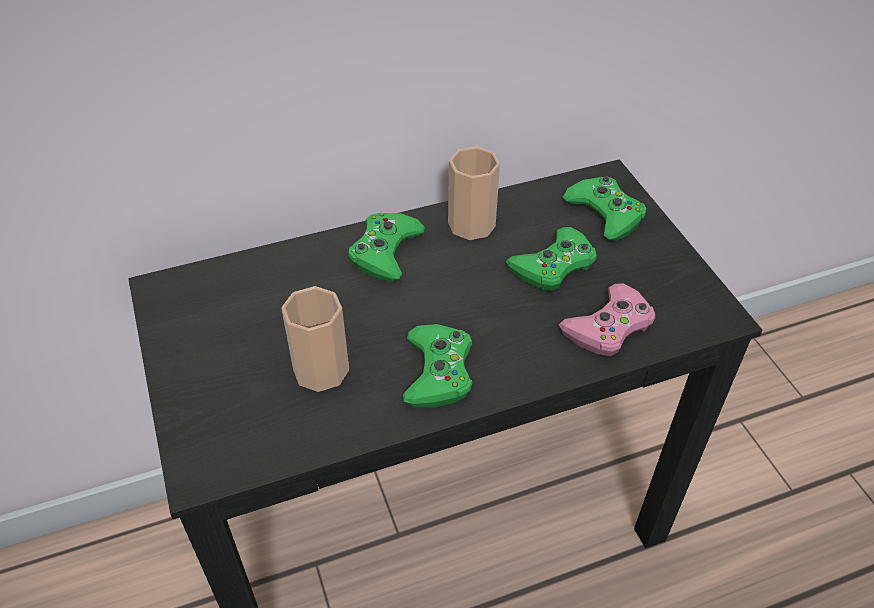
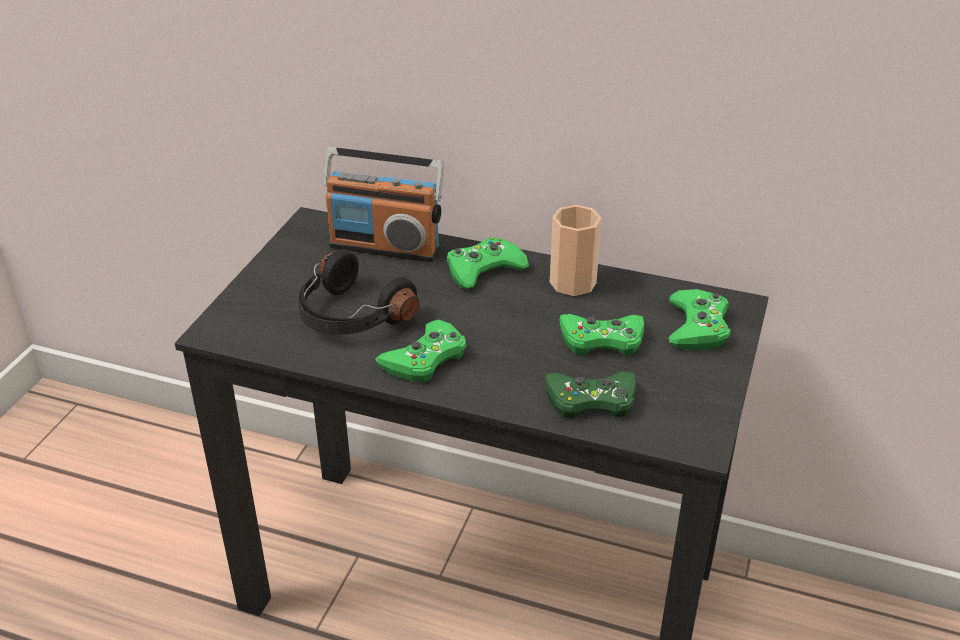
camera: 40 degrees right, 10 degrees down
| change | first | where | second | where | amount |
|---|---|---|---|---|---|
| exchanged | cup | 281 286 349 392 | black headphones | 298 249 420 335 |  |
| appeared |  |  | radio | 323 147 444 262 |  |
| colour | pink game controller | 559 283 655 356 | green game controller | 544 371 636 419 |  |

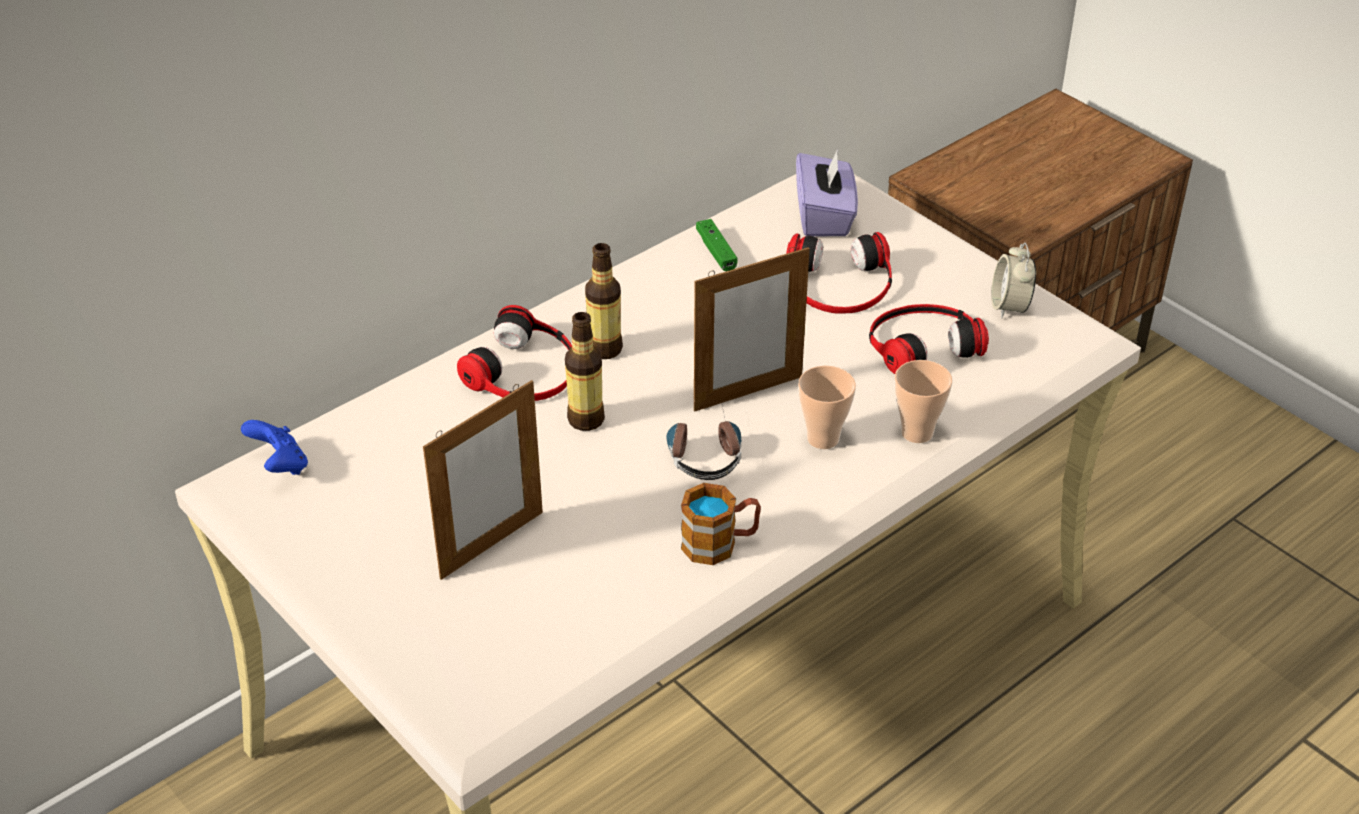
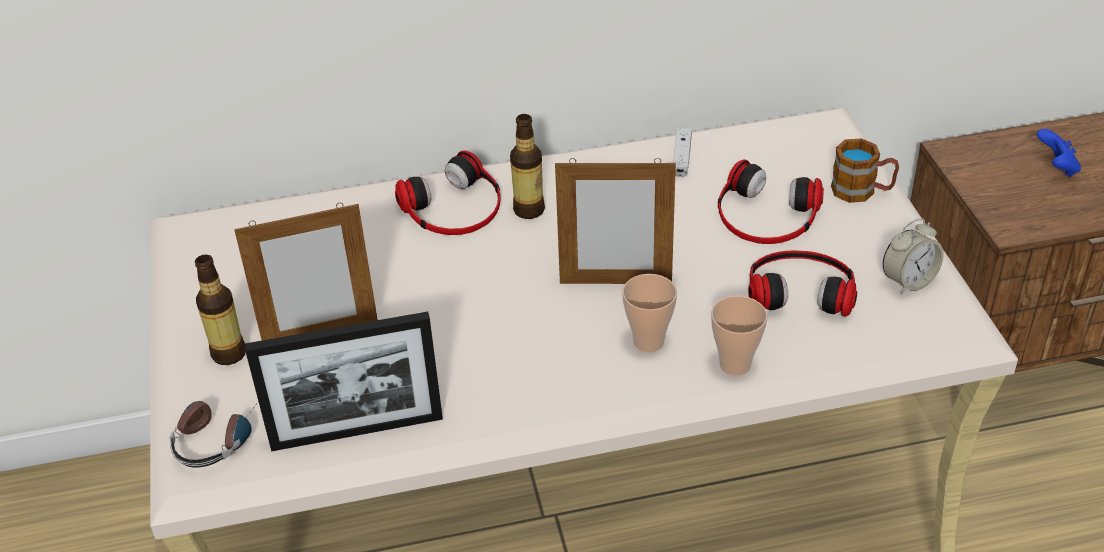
camera: 30 degrees right, 0 degrees up
| change | first | where | second | where | amount |
|---|---|---|---|---|---|
| relocated | headphones | 667 406 741 480 |  | 170 401 258 468 |  |
| relocated | bottle | 565 312 605 431 |  | 195 255 246 365 |  |
| appeared |  |  | picture frame | 245 312 443 451 |  |
| colour | green game controller | 696 219 738 271 | white game controller | 673 128 692 177 |  |
| relocated | mug | 681 483 761 565 |  | 831 138 899 203 |  |
| spun | alarm clock | 991 243 1036 319 |  | 882 218 944 295 | 150 degrees counterclockwise |
| relocated | blue game controller | 241 420 308 475 |  | 1037 129 1081 177 |  |
| missing | purple tissue box | 796 149 858 236 |  |  |  |

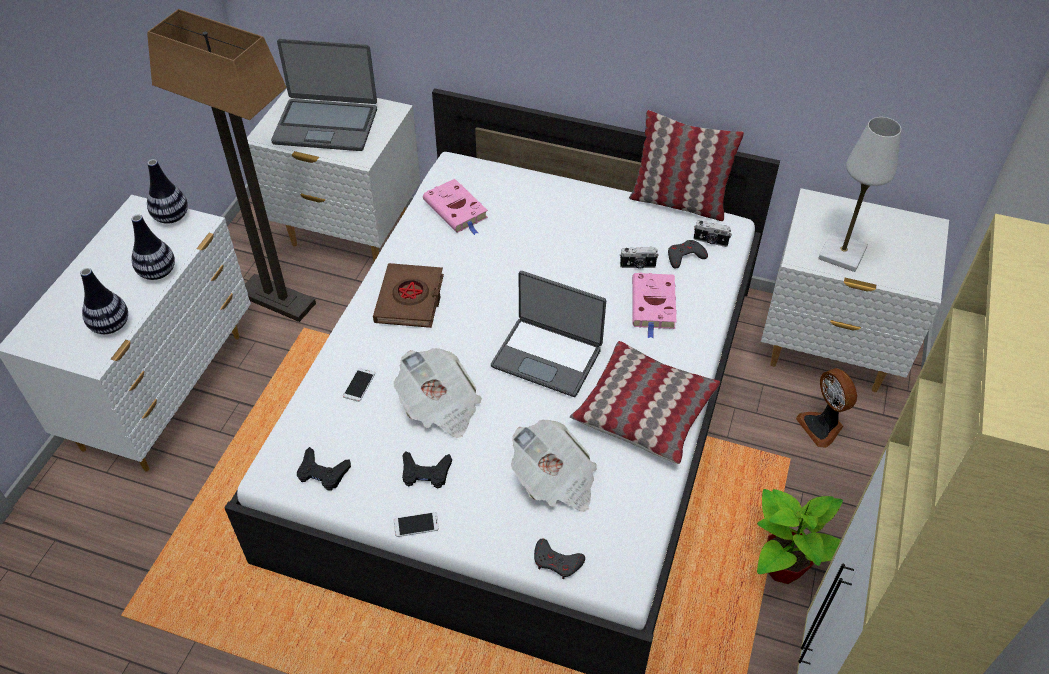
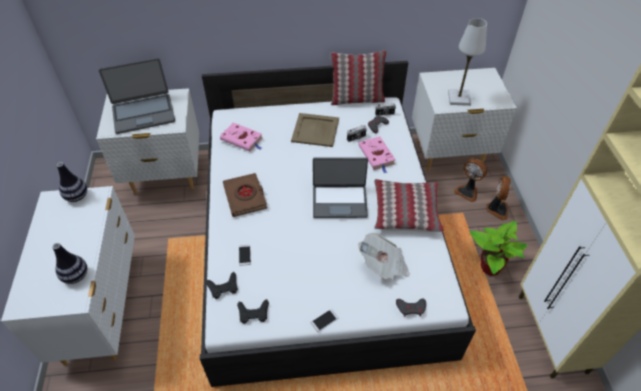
camera: 25 degrees left, 0 degrees up
| change | first | where | second | where | amount |
|---|---|---|---|---|---|
| relocated | black game controller | 402 451 452 488 |  | 206 272 238 299 |  |
| appeared |  |  | beige tray | 291 113 339 147 |  |
| appeared |  |  | fan | 486 176 510 220 |  |
| missing | vase | 131 214 175 280 |  |  |  |
| missing | floor lamp | 147 9 316 322 |  |  |  |
| missing | newspaper | 394 348 482 438 |  |  |  |

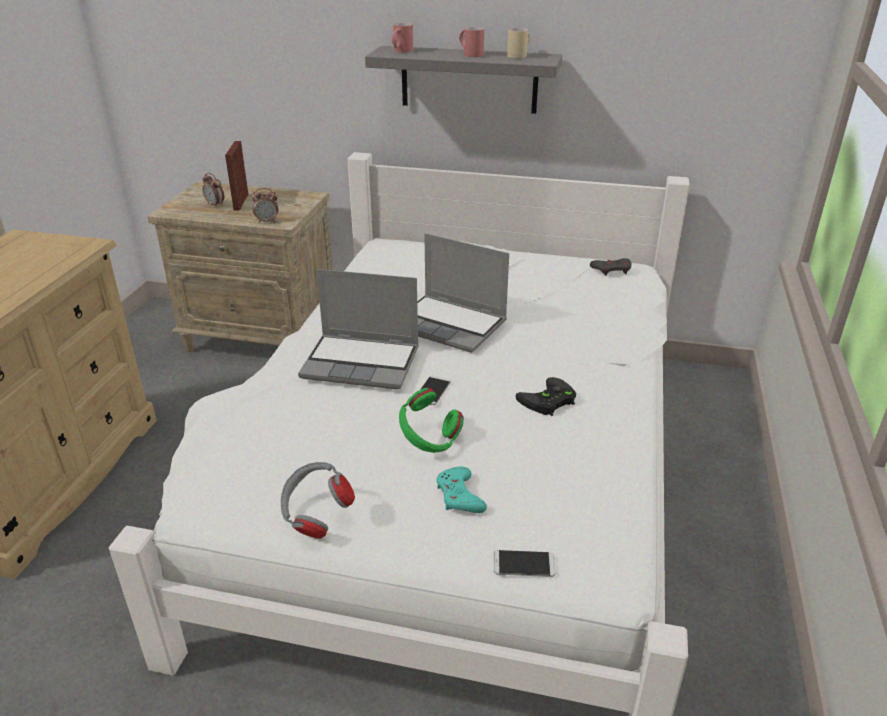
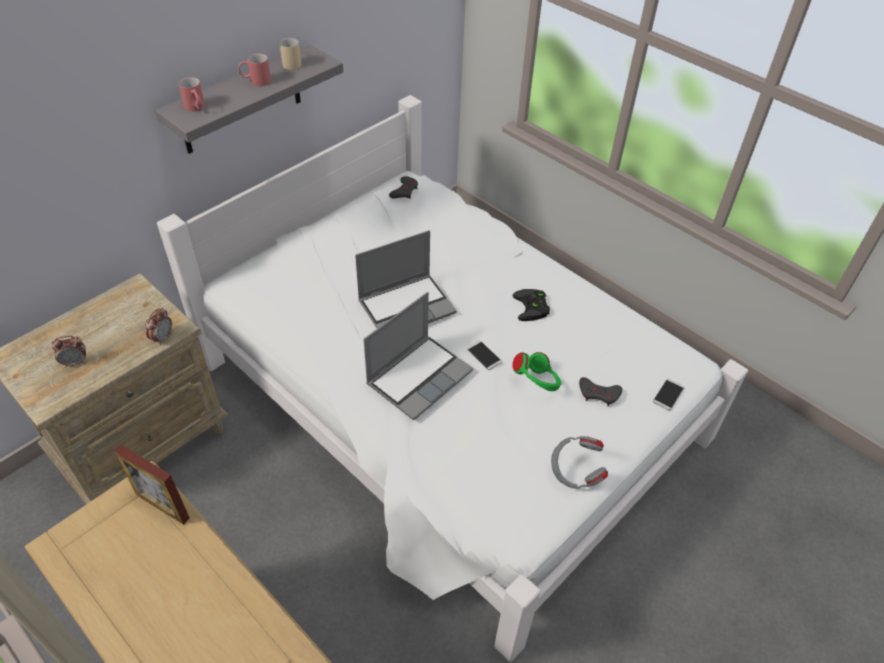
camera: 60 degrees left, 15 degrees up
| change | first | where | second | where | amount |
|---|---|---|---|---|---|
| relocated | picture frame | 225 141 248 210 |  | 114 445 190 525 |  |
| colour | turquoise game controller | 436 466 487 513 | grey game controller | 579 377 622 406 |  |

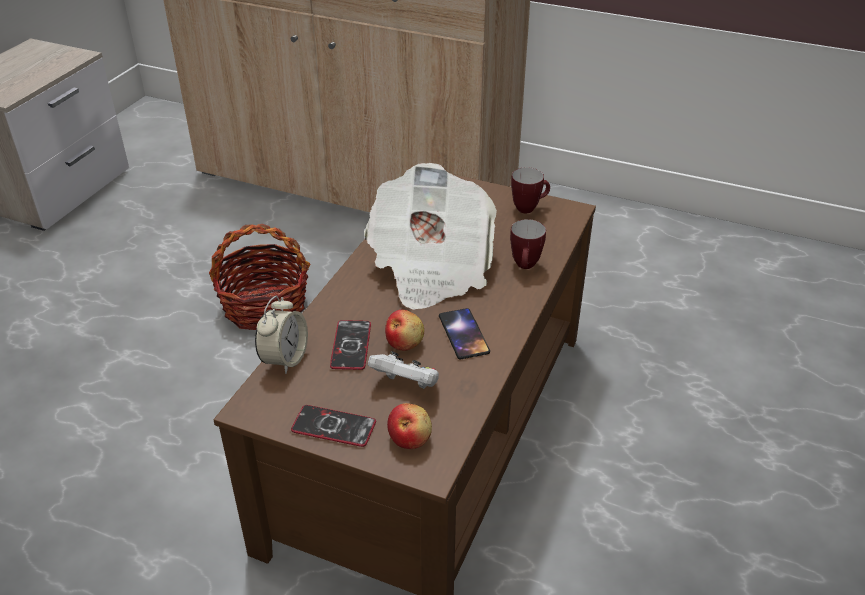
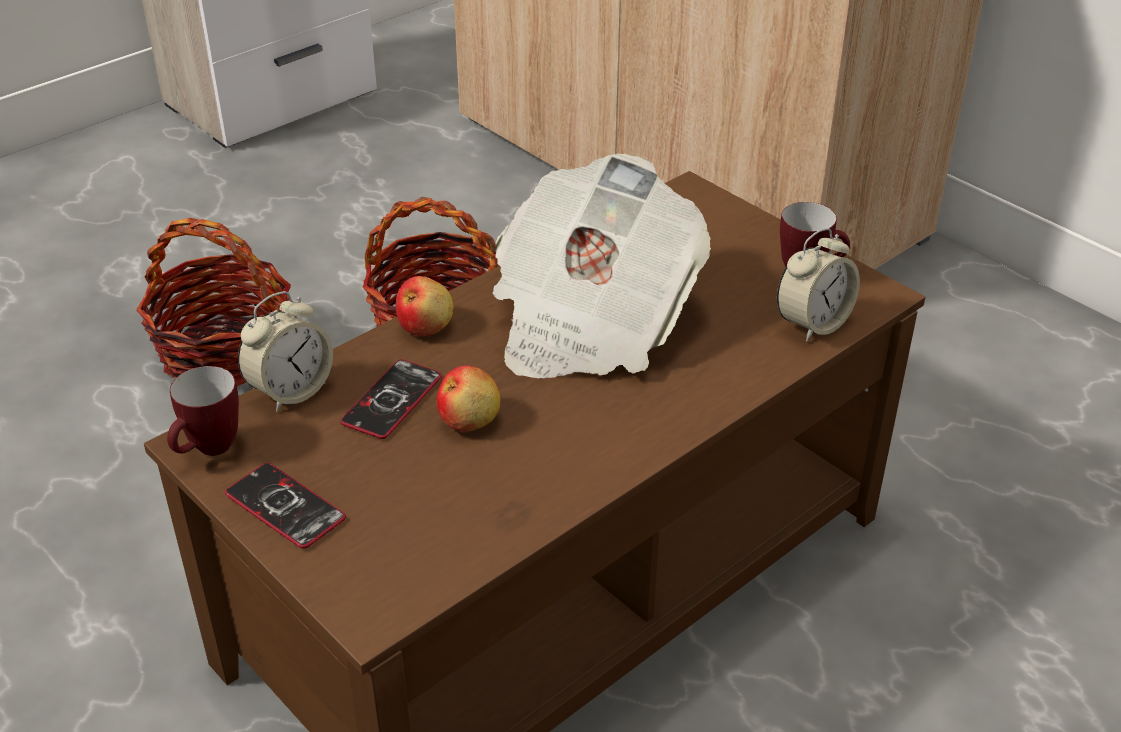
camera: 25 degrees right, 0 degrees up
| change | first | where | second | where | amount |
|---|---|---|---|---|---|
| appeared |  |  | basket | 136 218 291 386 |  |
| relocated | mug | 510 219 546 269 |  | 167 366 239 456 |  |
| relocated | apple | 387 403 432 449 |  | 396 276 454 336 |  |
| appeared |  |  | alarm clock | 777 228 860 342 |  |
| missing | white game controller | 368 351 439 389 |  |  |  |
| missing | phone | 439 308 490 360 |  |  |  |

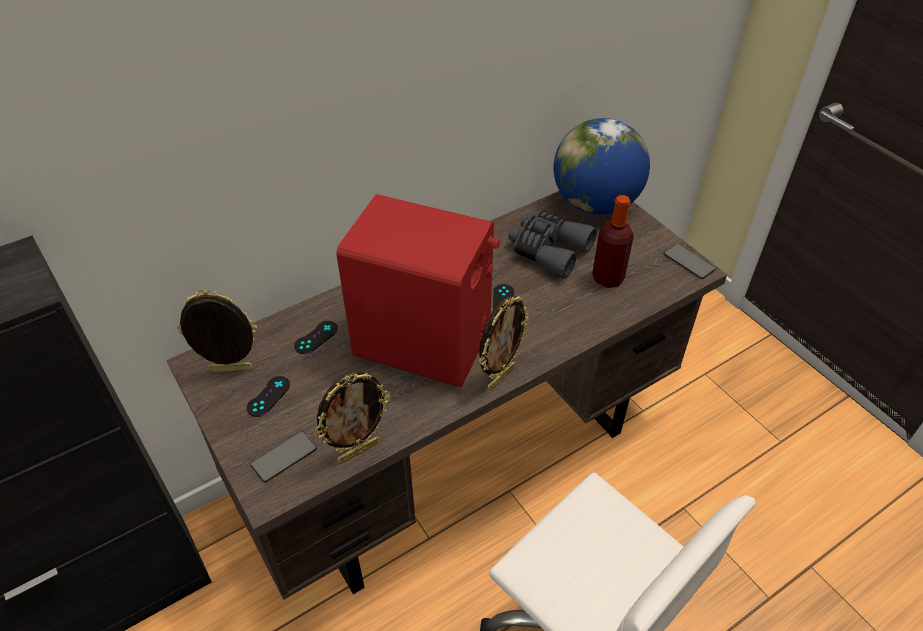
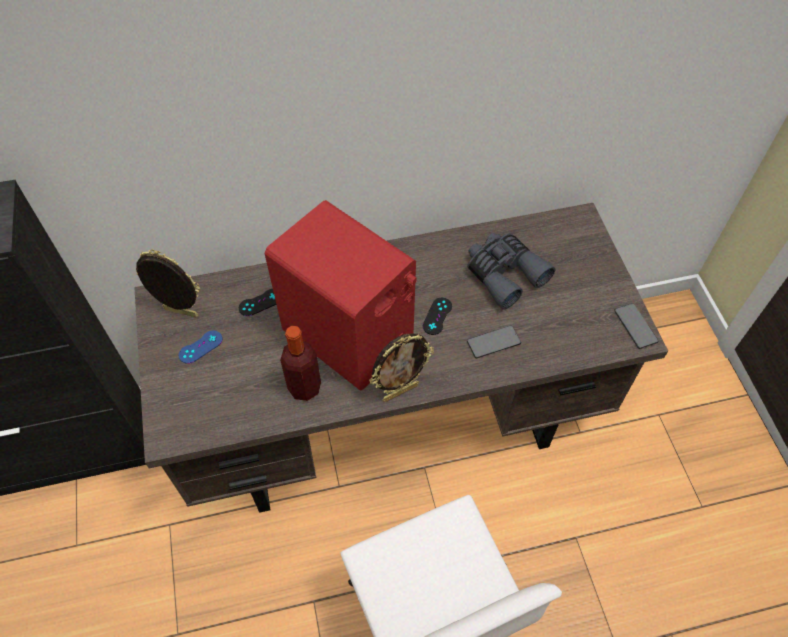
camera: 20 degrees right, 10 degrees up
| change | first | where | second | where | amount |
|---|---|---|---|---|---|
| colour | black game controller | 247 376 290 417 | blue game controller | 179 331 222 364 |  |
| relocated | bottle | 592 195 634 288 |  | 280 326 321 401 |  |
| relocated | phone | 251 431 317 482 |  | 467 325 521 358 |  |
| missing | picture frame | 314 372 391 464 |  |  |  |
| missing | globe | 554 118 650 215 |  |  |  |

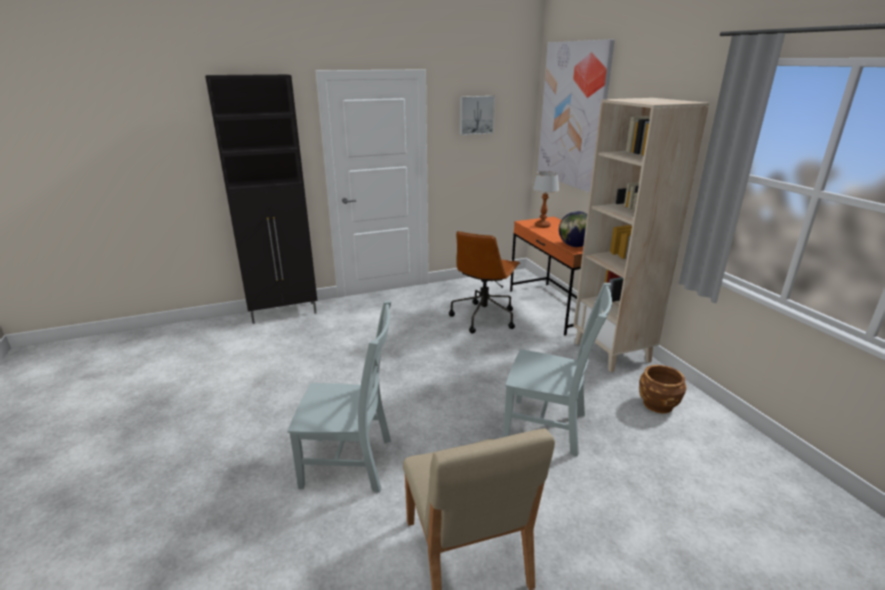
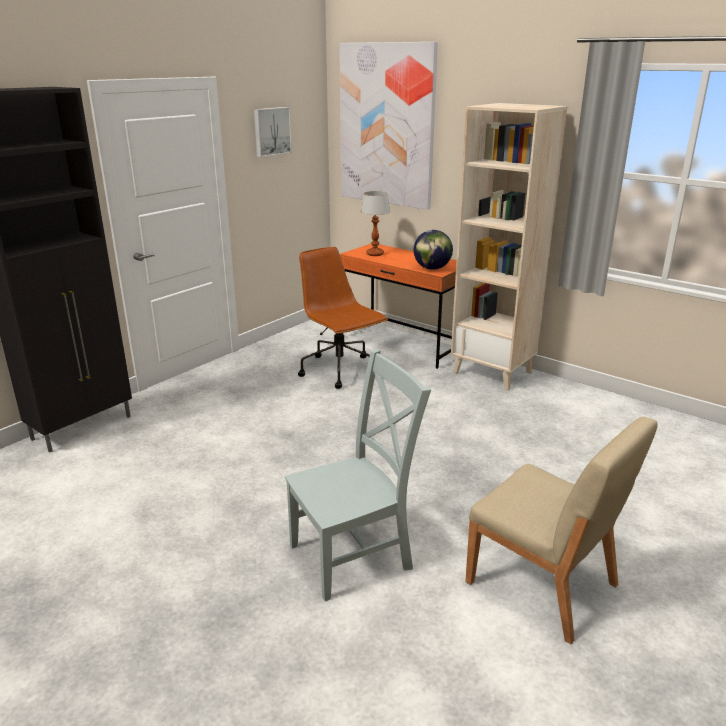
camera: 30 degrees left, 0 degrees up
| change | first | where | second | where | amount |
|---|---|---|---|---|---|
| spun | brown office chair | 449 231 520 334 |  | 298 247 388 389 | 150 degrees clockwise |
| missing | grey chair | 503 283 612 457 |  |  |  |
| missing | brown planter | 639 365 686 413 |  |  |  |

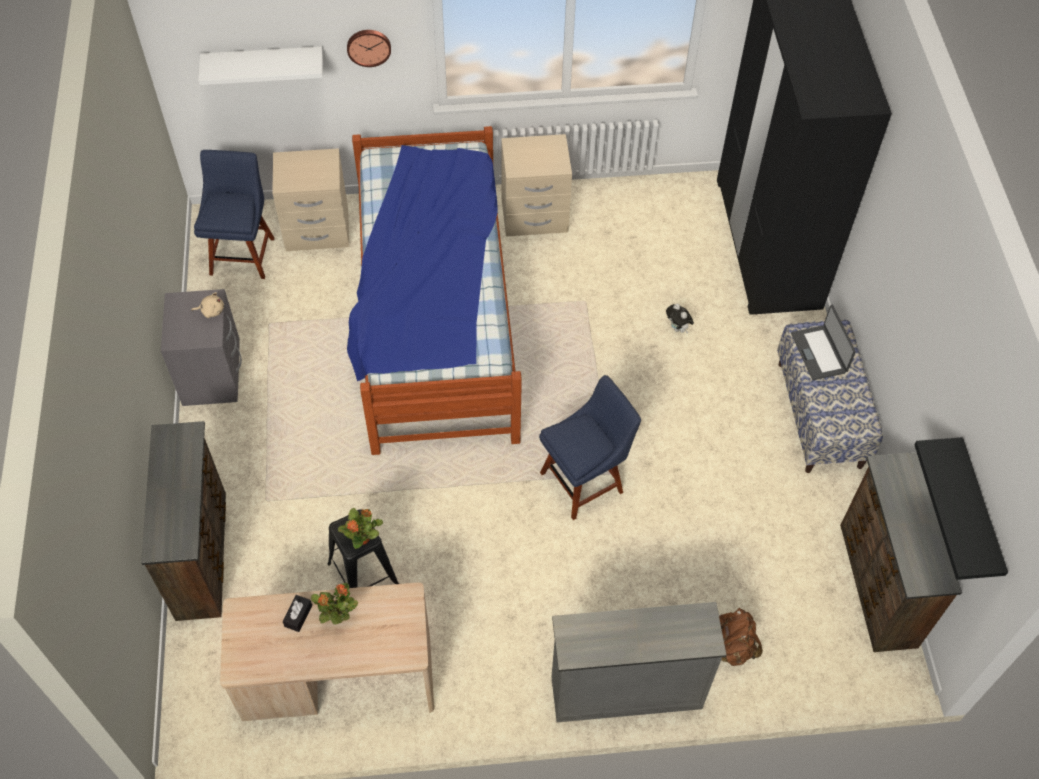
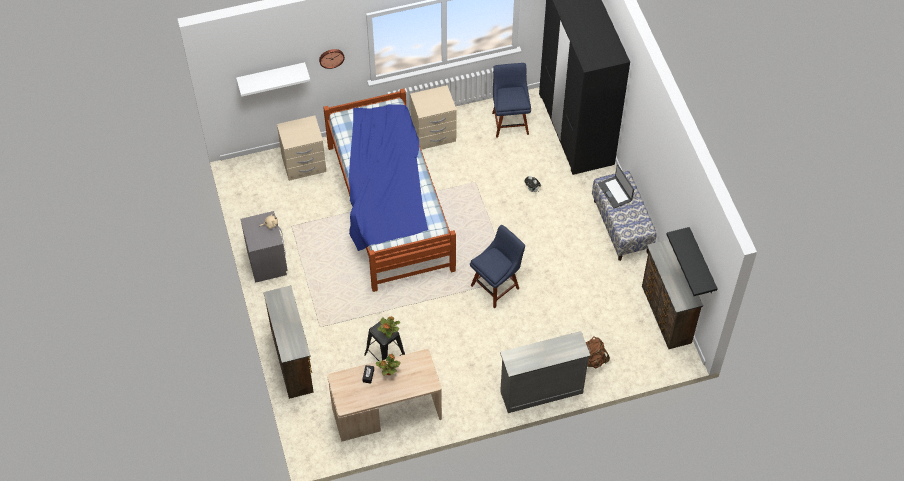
camera: 10 degrees left, 0 degrees up
| change | first | where | second | where | amount |
|---|---|---|---|---|---|
| relocated | blue chair | 194 150 275 279 |  | 492 63 531 138 |  |

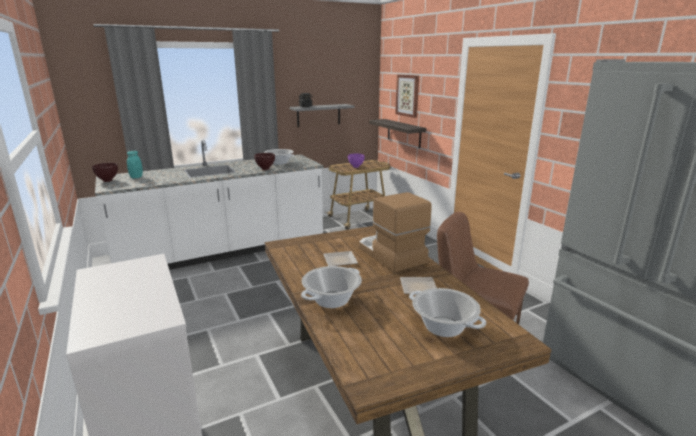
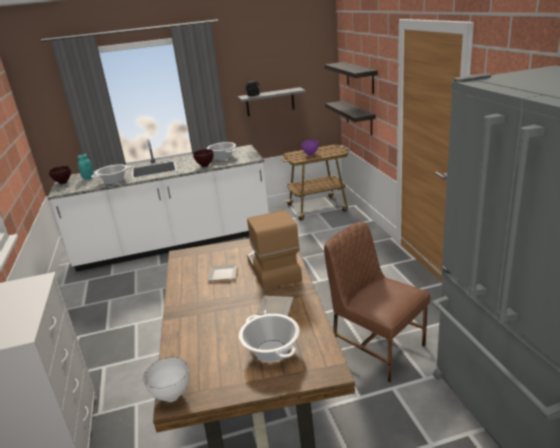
camera: 15 degrees right, 5 degrees up
| change | first | where | second | where | amount |
|---|---|---|---|---|---|
| relocated | cooking pot | 301 266 362 308 |  | 91 164 131 184 |  |
| appeared |  |  | white bowl | 143 357 189 402 |  |
| exchanged | picture | 395 75 419 118 | shelf | 325 62 378 94 |  |

